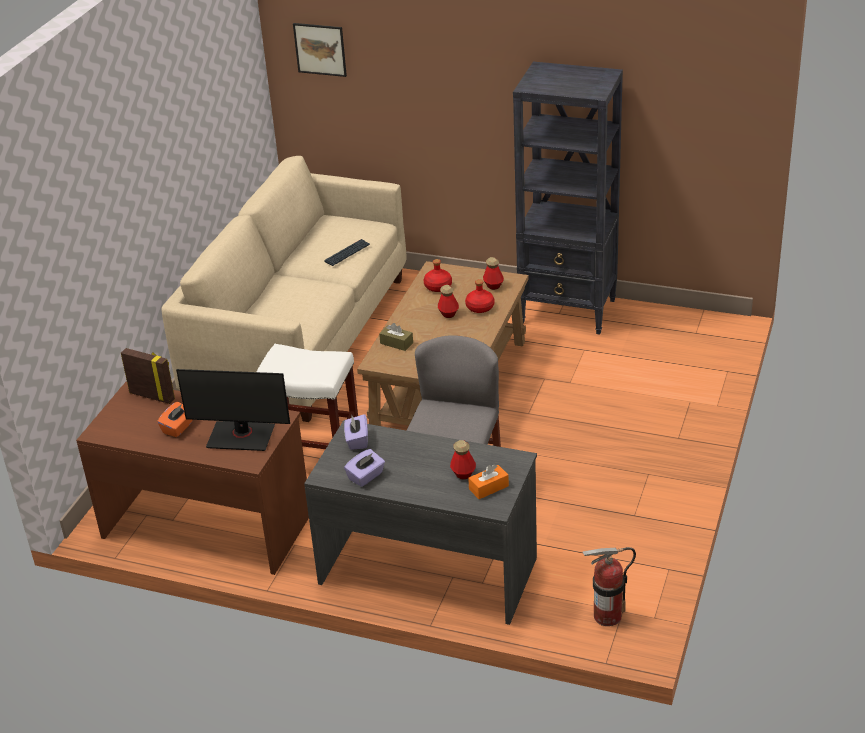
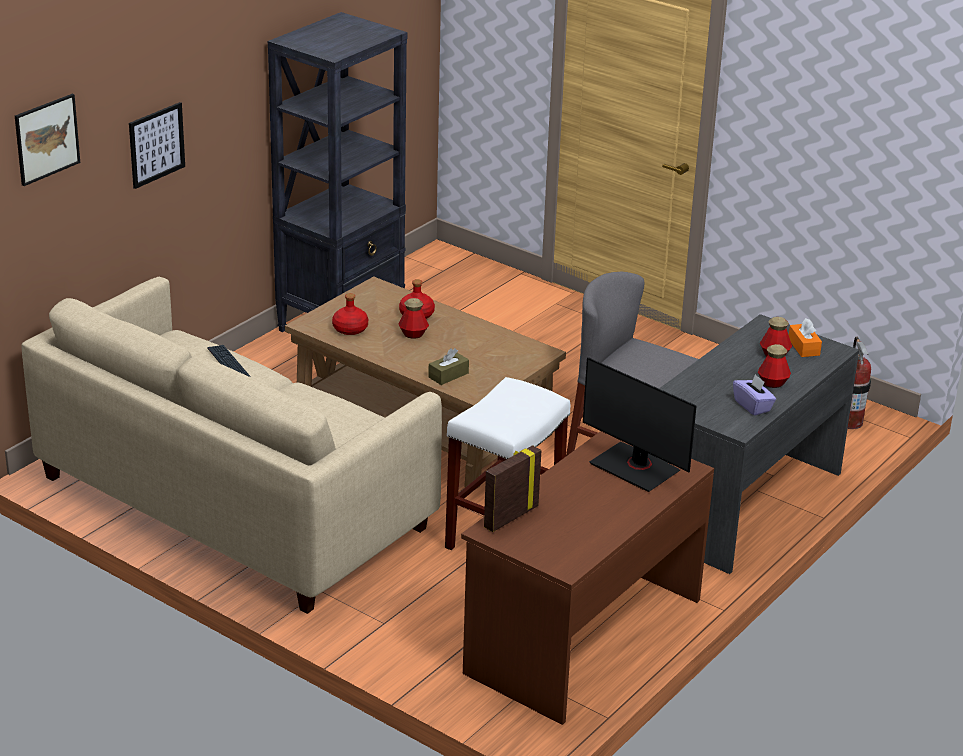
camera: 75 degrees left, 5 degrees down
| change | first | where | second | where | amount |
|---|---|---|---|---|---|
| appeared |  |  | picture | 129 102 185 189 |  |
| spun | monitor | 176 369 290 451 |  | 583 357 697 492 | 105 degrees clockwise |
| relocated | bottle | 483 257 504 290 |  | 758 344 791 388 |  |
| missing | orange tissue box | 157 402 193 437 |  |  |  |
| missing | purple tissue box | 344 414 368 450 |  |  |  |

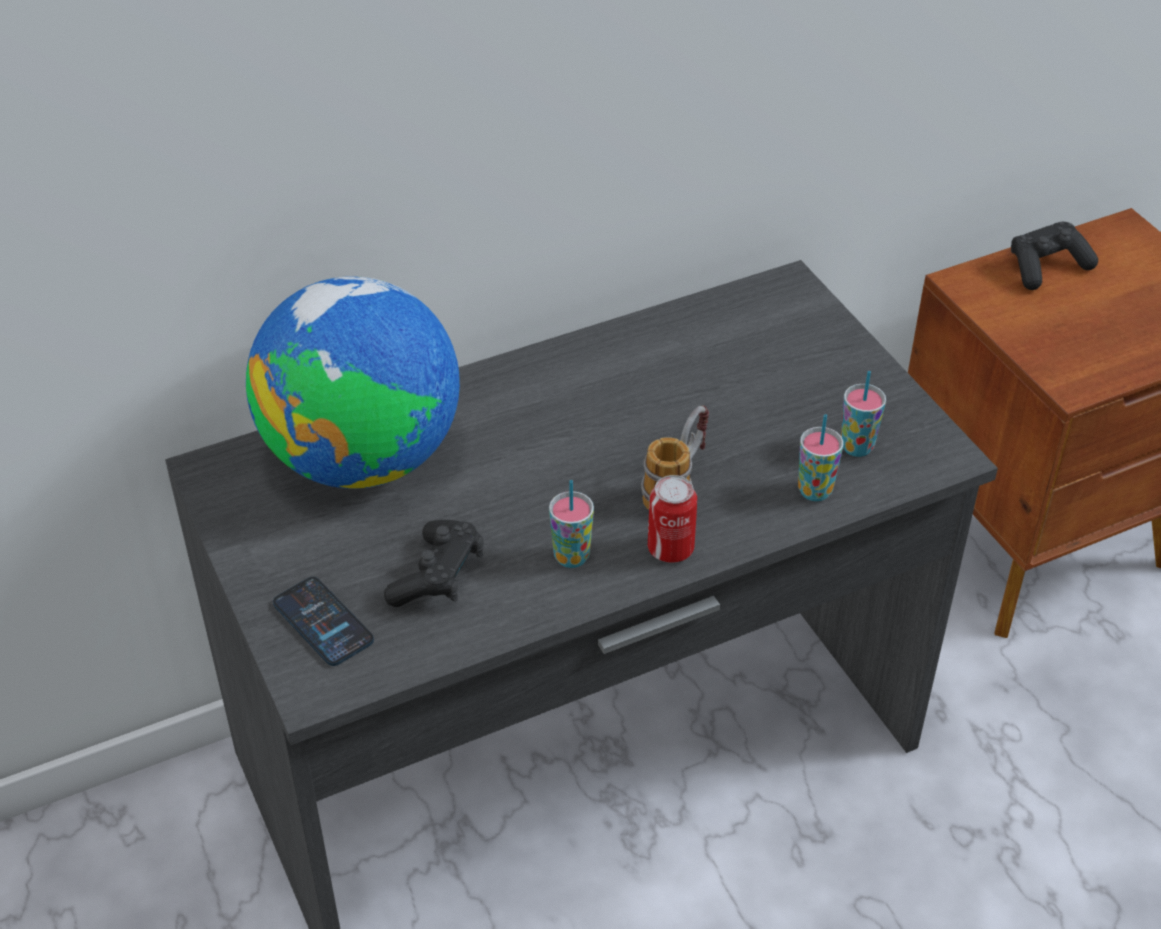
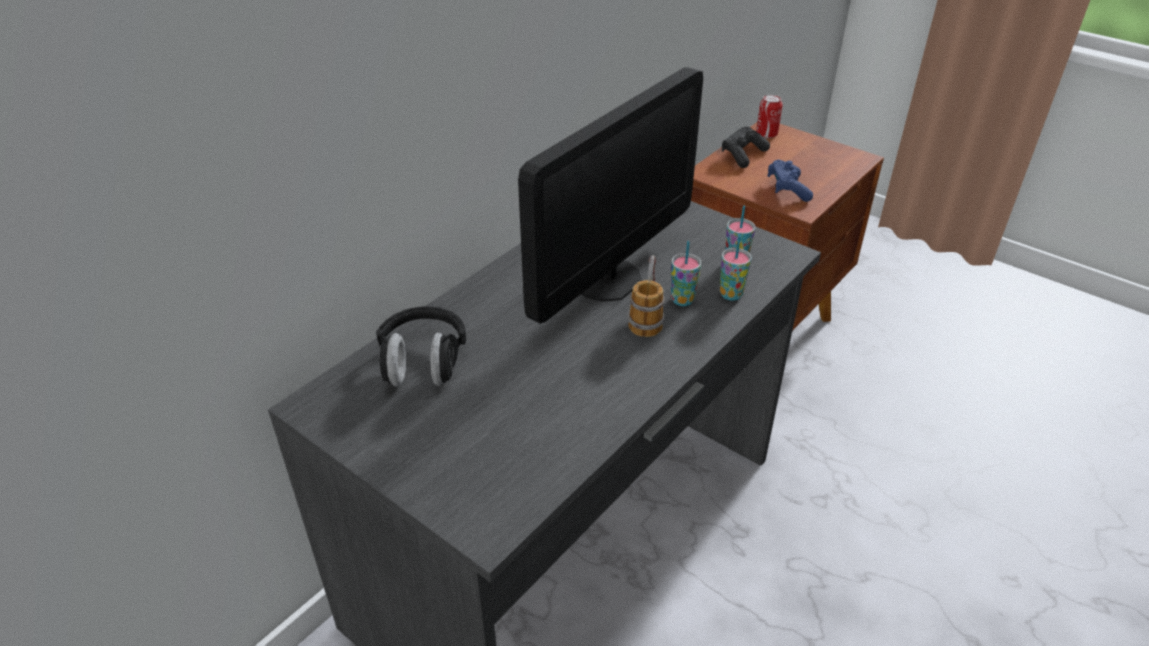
camera: 25 degrees left, 5 degrees down
| change | first | where | second | where | amount |
|---|---|---|---|---|---|
| exchanged | globe | 246 276 460 489 | black headphones | 376 306 467 387 |  |
| appeared |  |  | monitor | 518 67 703 324 |  |
| relocated | cup | 549 480 594 568 |  | 671 241 701 306 |  |
| relocated | can | 648 475 697 563 |  | 756 94 783 139 |  |
| appeared |  |  | blue game controller | 767 159 813 202 |  |
| missing | phone | 273 577 374 666 |  |  |  |
| missing | black game controller | 384 520 484 607 |  |  |  |

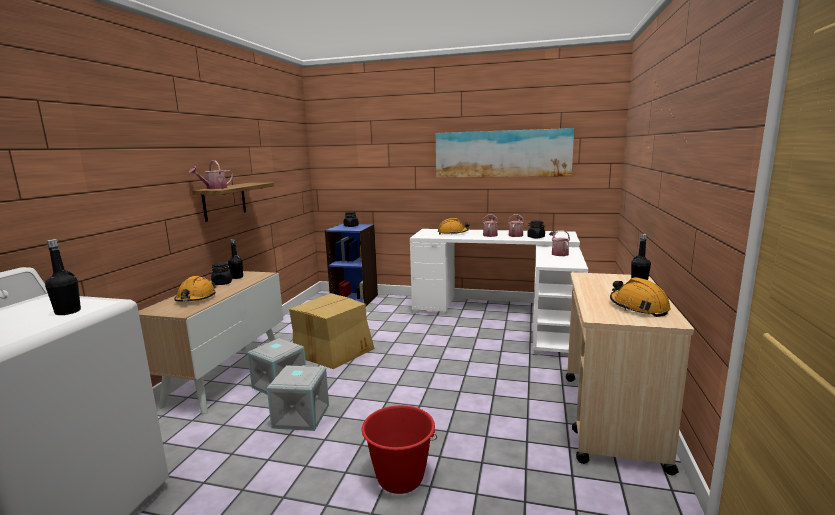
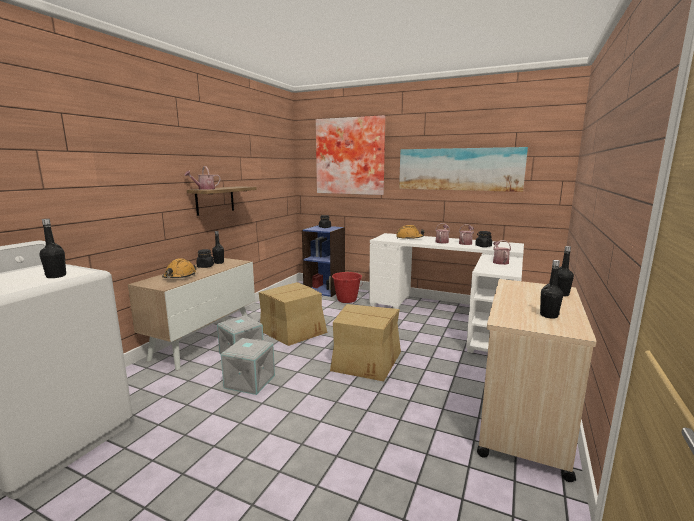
camera: 10 degrees right, 0 degrees up
| change | first | where | second | where | amount |
|---|---|---|---|---|---|
| appeared |  |  | picture | 316 115 385 195 |  |
| appeared |  |  | cardboard box | 330 304 401 381 |  |
| relocated | red bucket | 362 405 437 494 |  | 332 272 363 303 |  |
| exchanged | orange hard hat | 610 277 671 317 | black bottle | 540 260 563 319 |  |

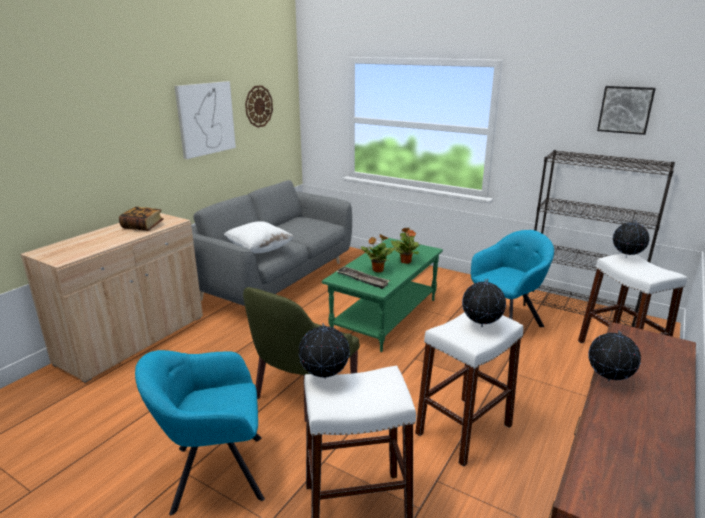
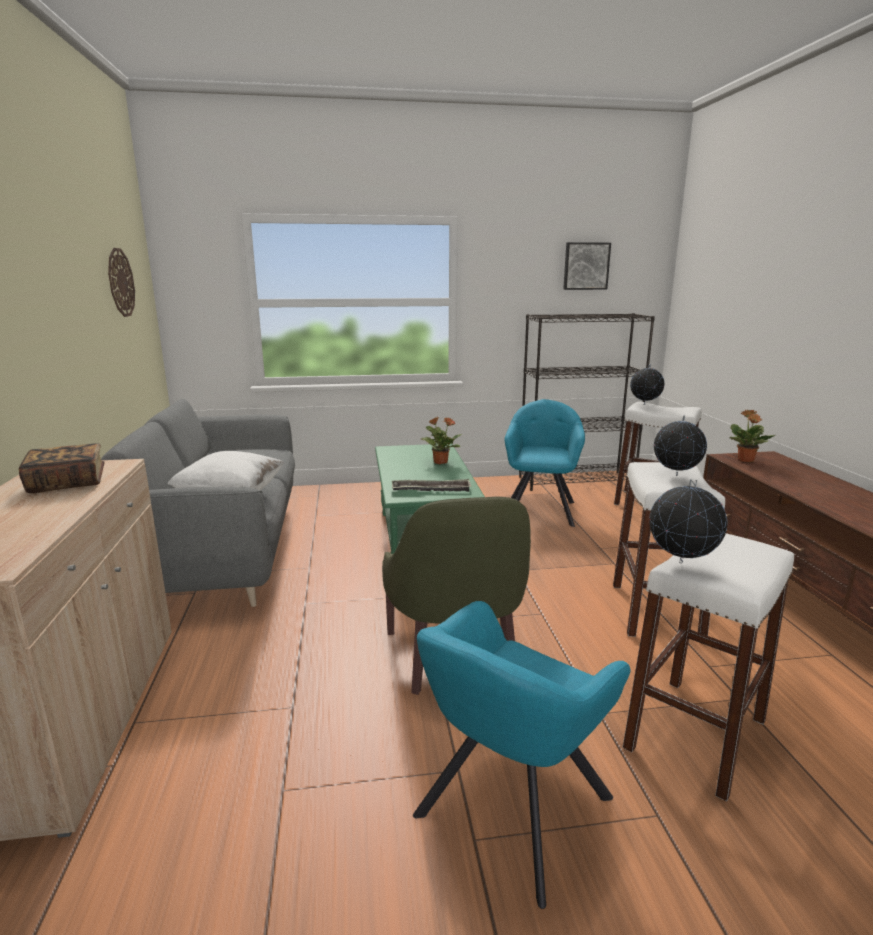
camera: 40 degrees left, 5 degrees down
| change | first | where | second | where | amount |
|---|---|---|---|---|---|
| relocated | potted plant | 361 235 396 273 |  | 729 410 775 462 |  |
| missing | picture | 174 81 236 159 |  |  |  |
| missing | globe | 588 330 641 381 |  |  |  |

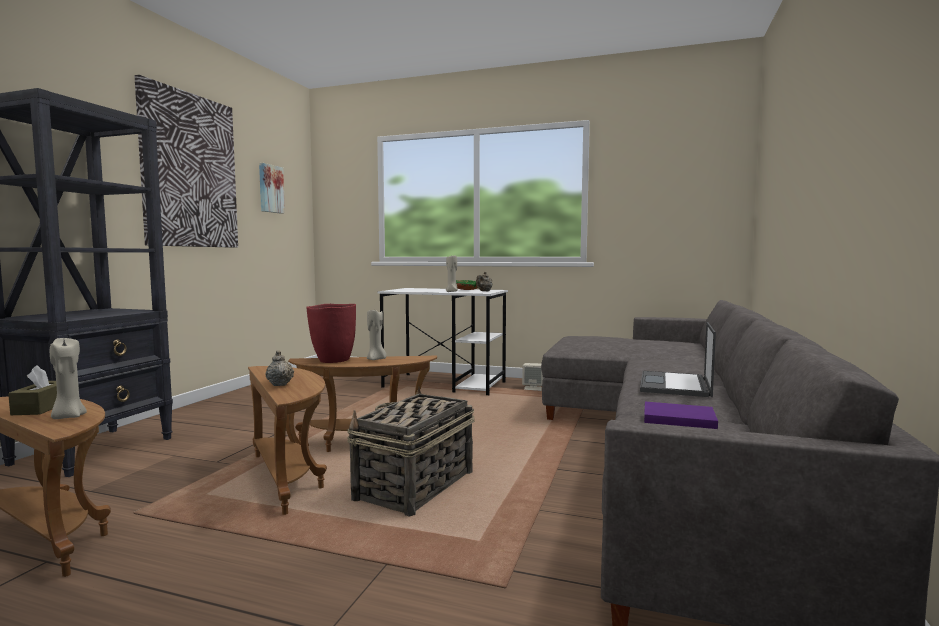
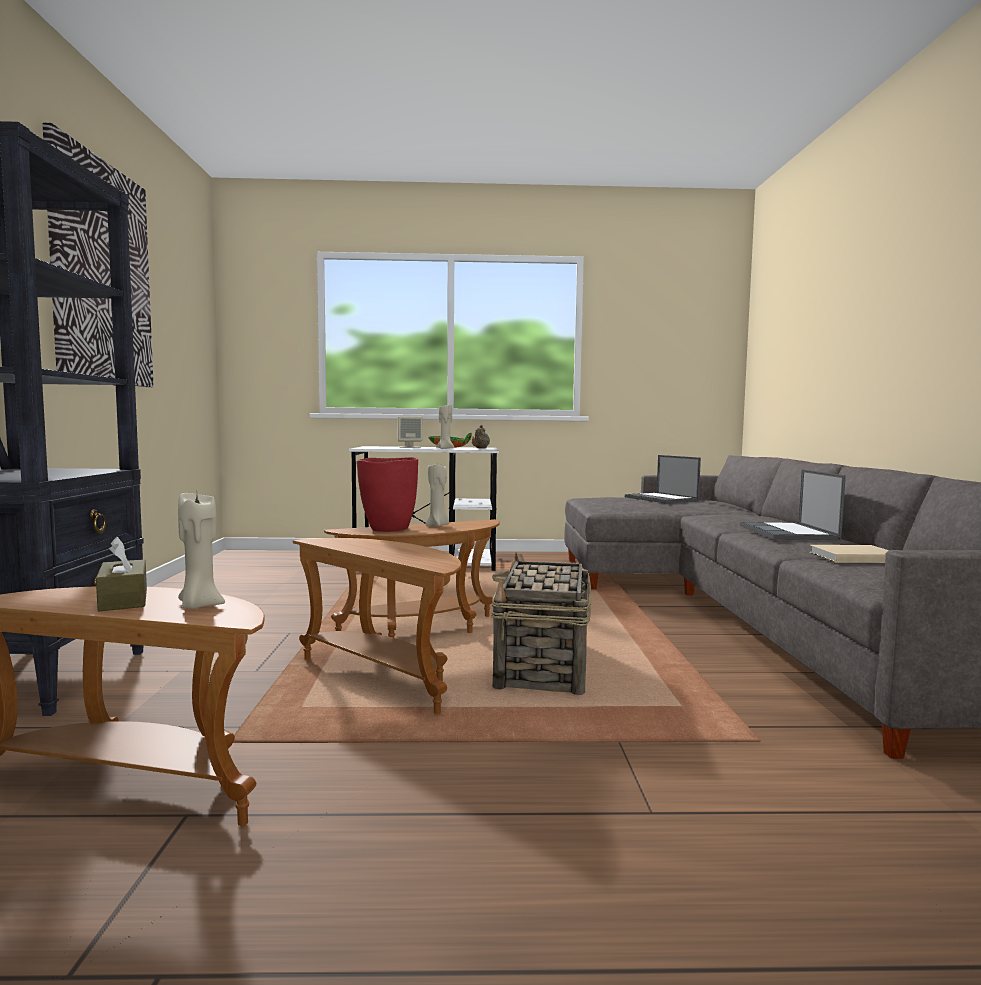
camera: 20 degrees left, 0 degrees up
| change | first | where | second | where | amount |
|---|---|---|---|---|---|
| relocated | beige speaker | 522 363 543 391 |  | 397 416 423 448 |  |
| appeared |  |  | laptop | 625 455 701 503 |  |
| colour | purple book | 644 402 718 429 | beige book | 810 545 889 563 |  |
| missing | picture | 259 163 285 214 |  |  |  |
| missing | beige teapot | 265 350 294 386 |  |  |  |

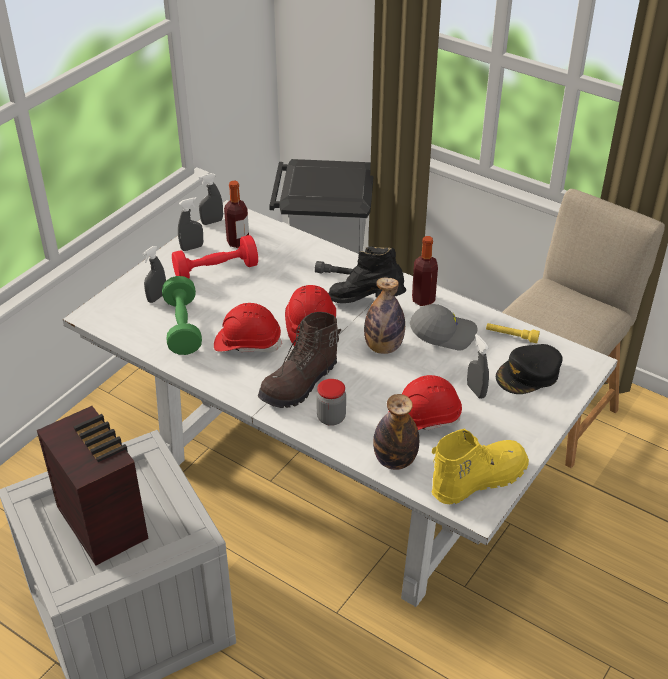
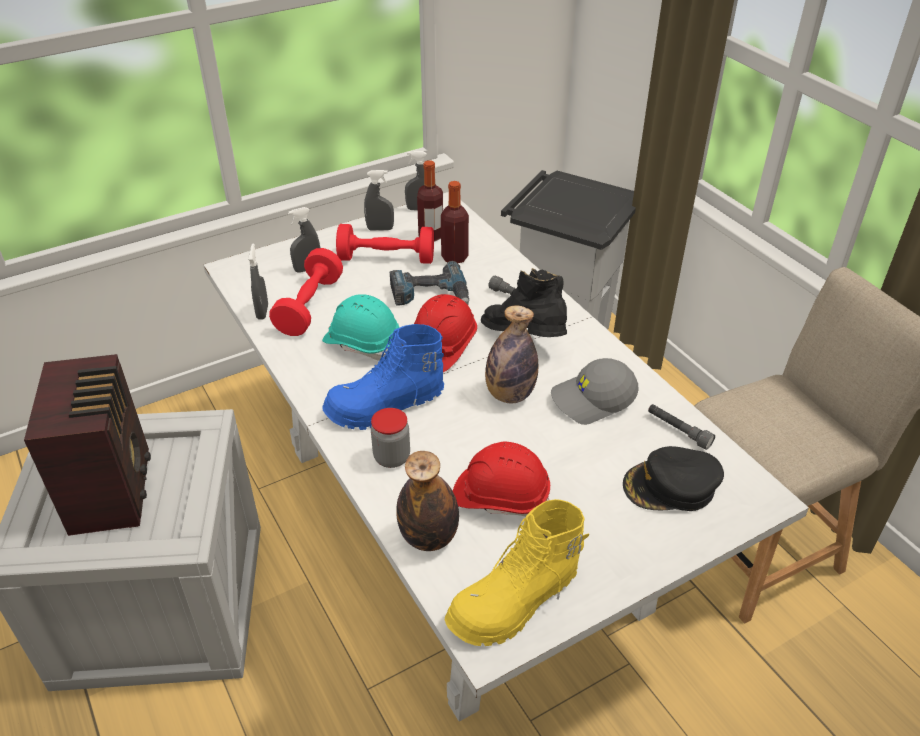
camera: 25 degrees right, 0 degrees up
| change | first | where | second | where | amount |
|---|---|---|---|---|---|
| relocated | grey spray bottle | 467 334 489 399 |  | 248 243 268 320 |  |
| colour | green dumbbell | 162 276 202 355 | red dumbbell | 269 248 343 336 |  |
| colour | red hard hat | 214 303 282 353 | turquoise hard hat | 322 294 400 361 |  |
| colour | brown boot | 258 312 341 408 | blue boot | 322 324 444 430 |  |
| appeared |  |  | power drill | 390 261 469 305 |  |
| relocated | bottle | 412 236 438 306 |  | 441 181 469 263 |  |
| spun | yellow boot | 432 429 529 504 |  | 445 499 589 646 | 150 degrees clockwise |
| spun | grey cap | 410 304 478 351 |  | 551 358 639 425 | 135 degrees clockwise |
| colour | yellow flashlight | 486 323 540 343 | grey flashlight | 648 404 715 450 |  |

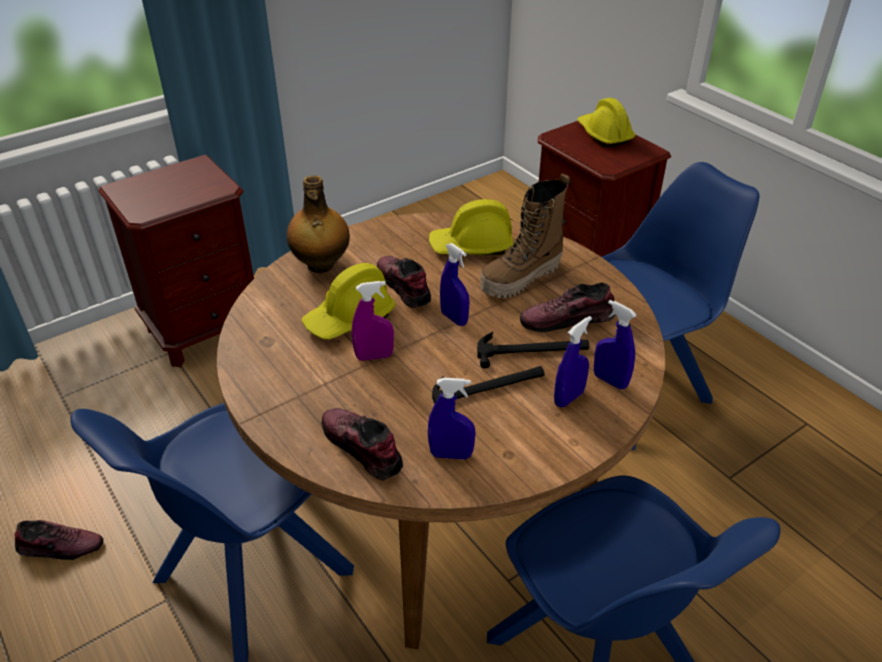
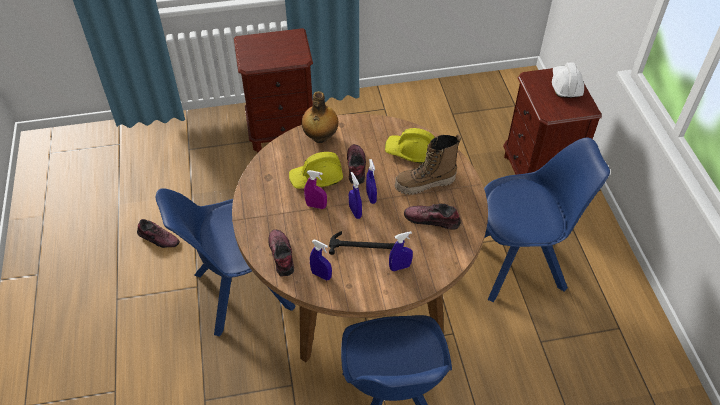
camera: 25 degrees right, 10 degrees up
| change | first | where | second | where | amount |
|---|---|---|---|---|---|
| relocated | blue spray bottle | 594 300 637 389 |  | 349 172 362 219 |  |
| colour | yellow hard hat | 577 98 635 147 | white hard hat | 552 62 584 98 |  |
| missing | hammer | 477 332 589 369 |  |  |  |

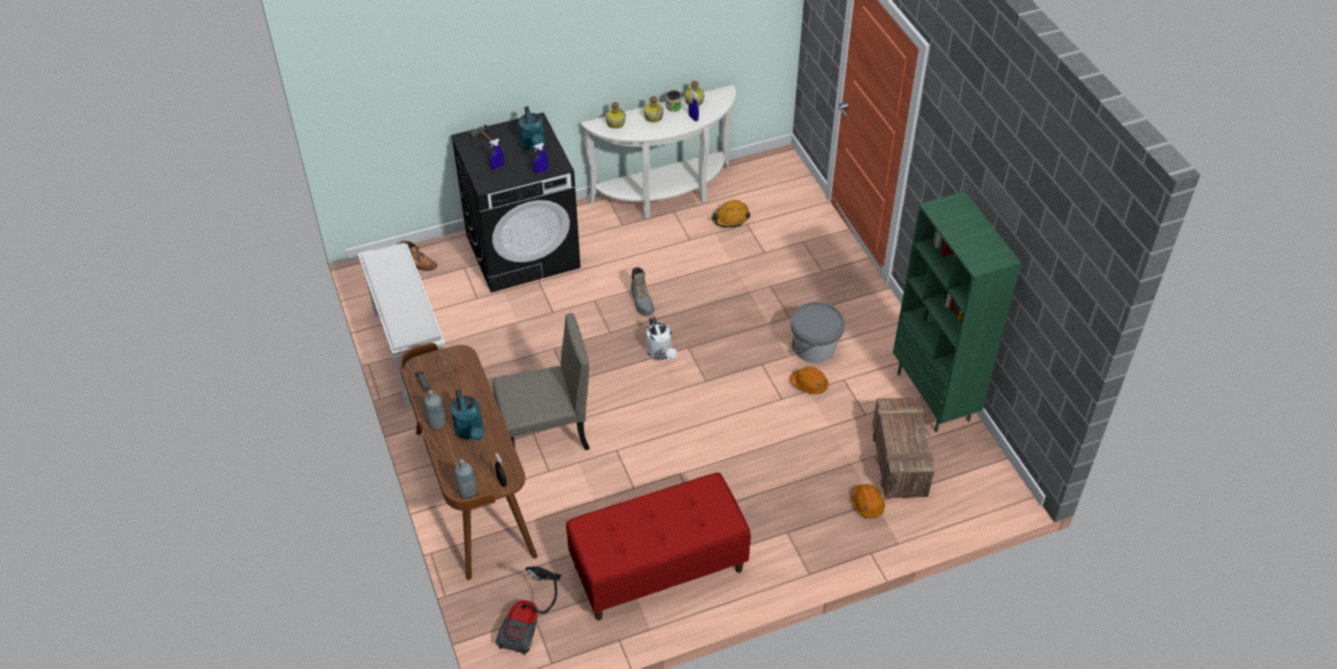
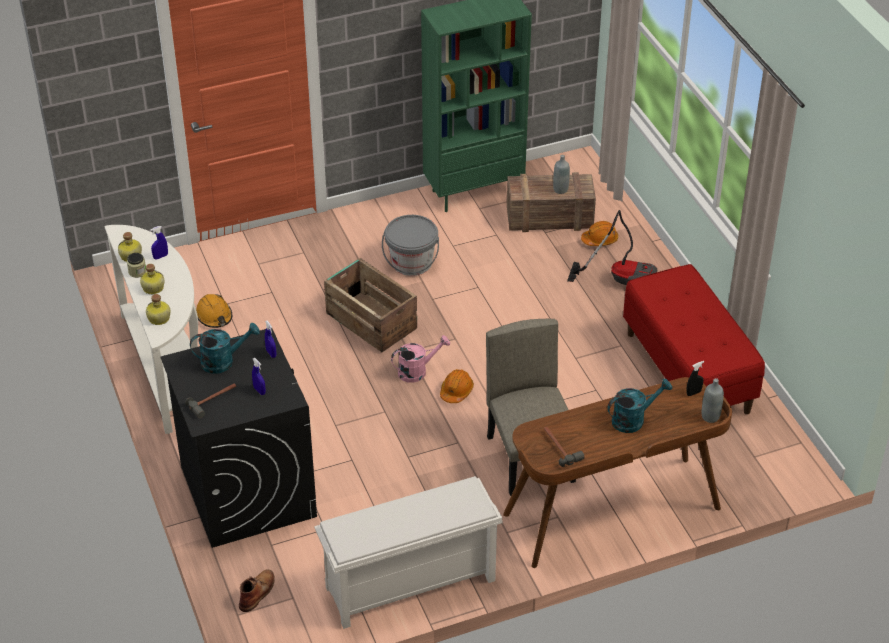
camera: 90 degrees left, 5 degrees down
| change | first | where | second | where | amount |
|---|---|---|---|---|---|
| appeared |  |  | crate | 324 258 417 352 |  |
| colour | white watering can | 647 316 677 360 | pink watering can | 391 335 450 383 |  |
| relocated | orange hard hat | 790 367 828 394 |  | 440 369 474 403 |  |
| relocated | grey bottle | 424 390 445 430 |  | 553 155 570 194 |  |
| relocated | vacuum cleaner | 496 566 561 655 |  | 567 210 657 285 |  |
| missing | grey boot | 631 267 654 316 |  |  |  |

